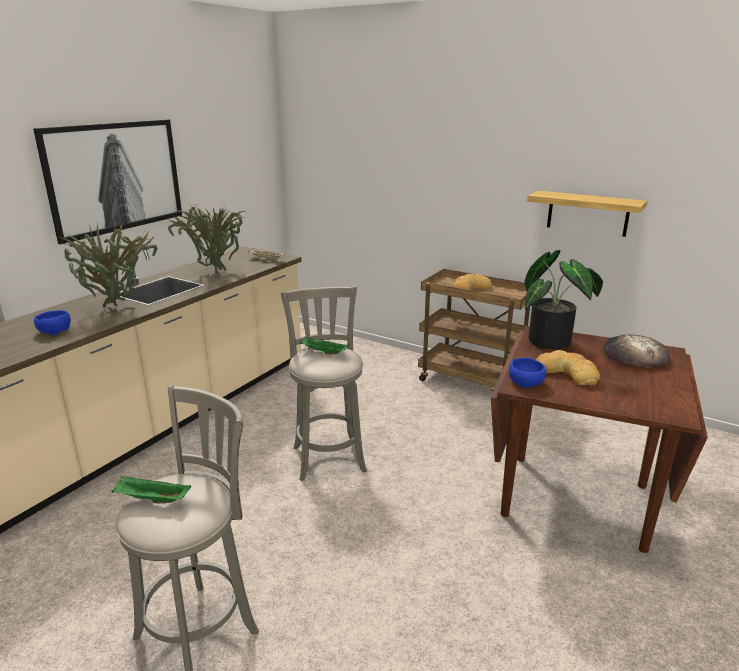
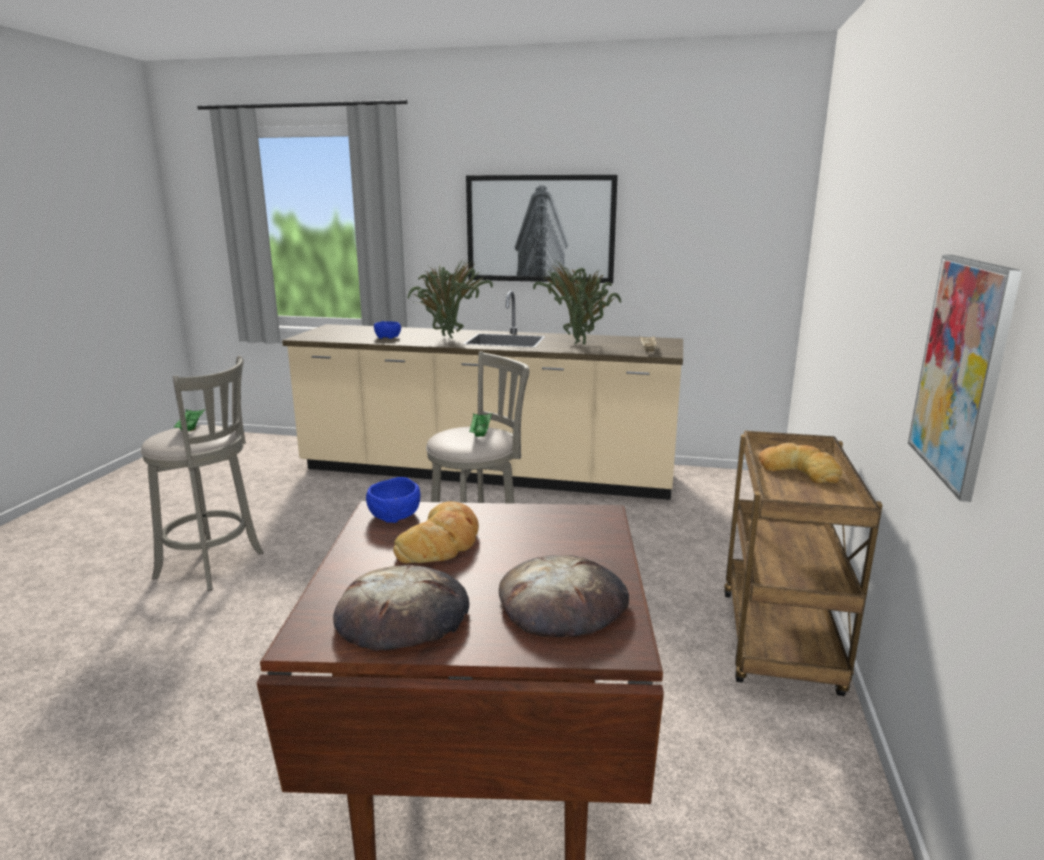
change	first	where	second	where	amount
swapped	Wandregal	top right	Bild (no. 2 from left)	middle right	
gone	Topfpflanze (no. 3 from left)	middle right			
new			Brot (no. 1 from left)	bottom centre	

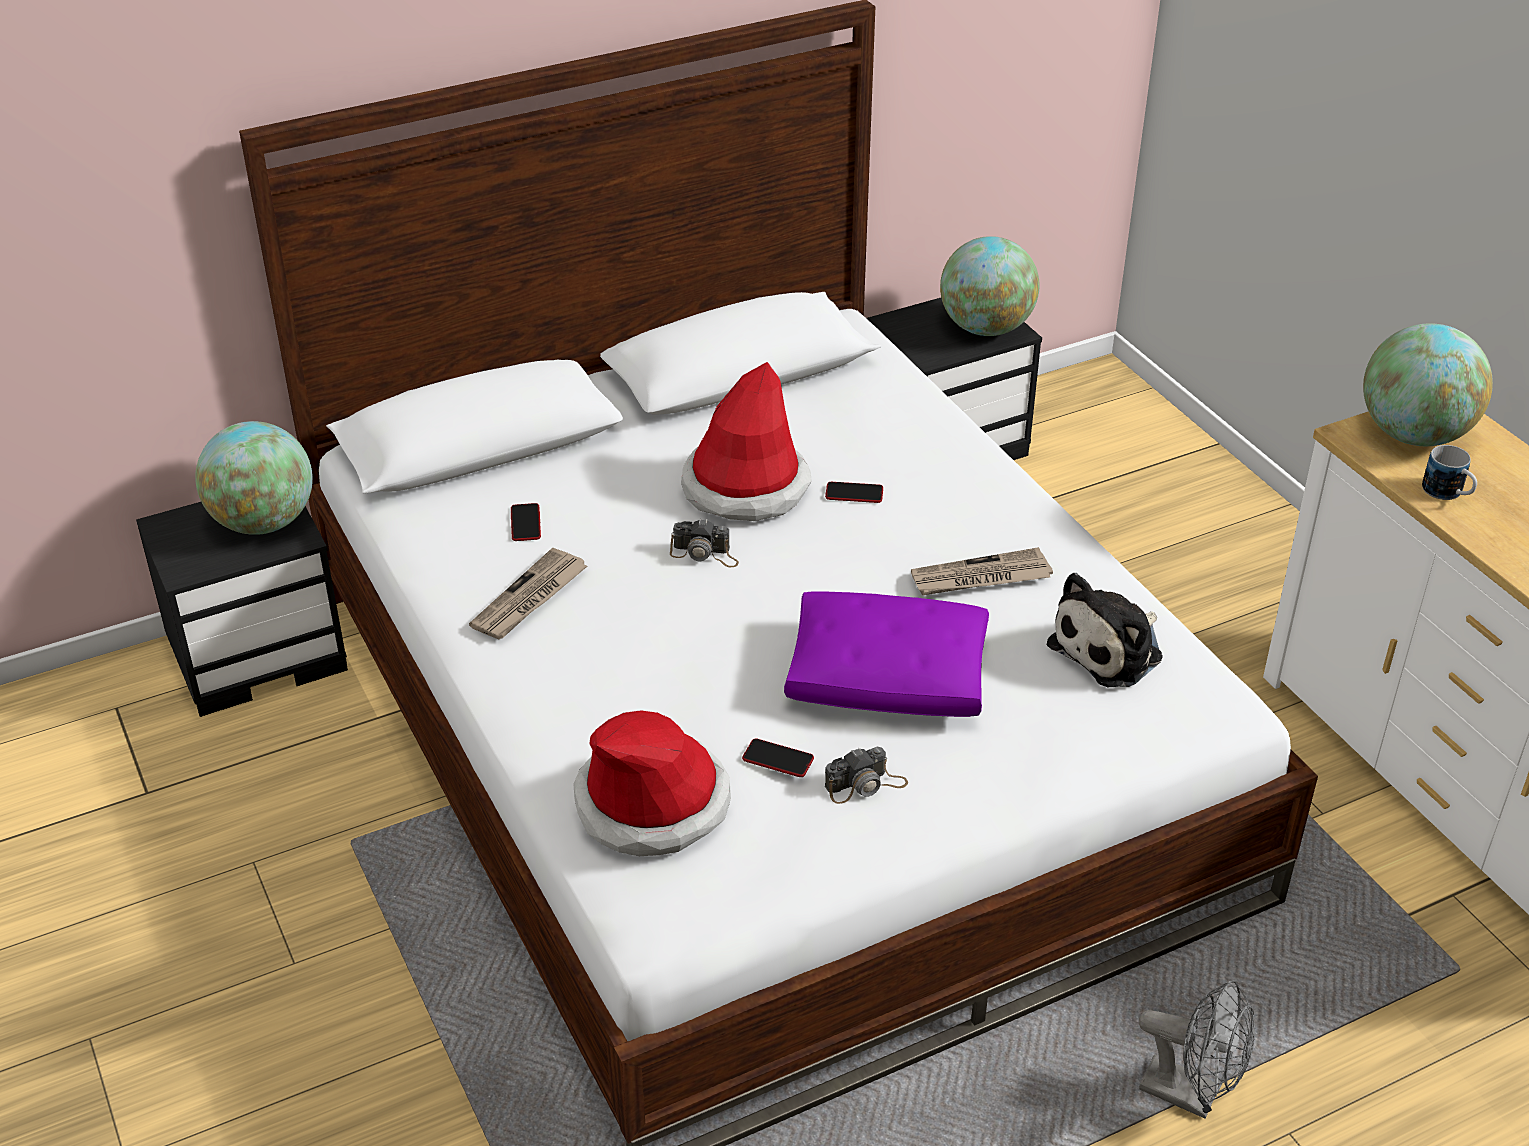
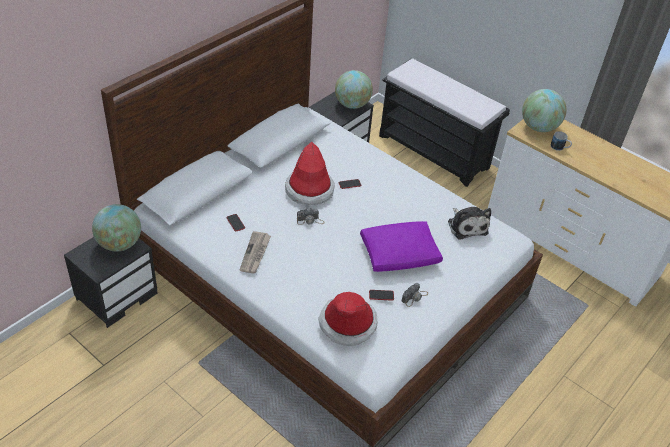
change	first	where	second	where	amount
gone	Zeitung (no. 2 from left)	centre			
rotated	Plüschtier	middle right		middle right	45 degrees counterclockwise
gone	Ventilator (grau)	bottom right			
new			Bank (schwarz)	top centre	

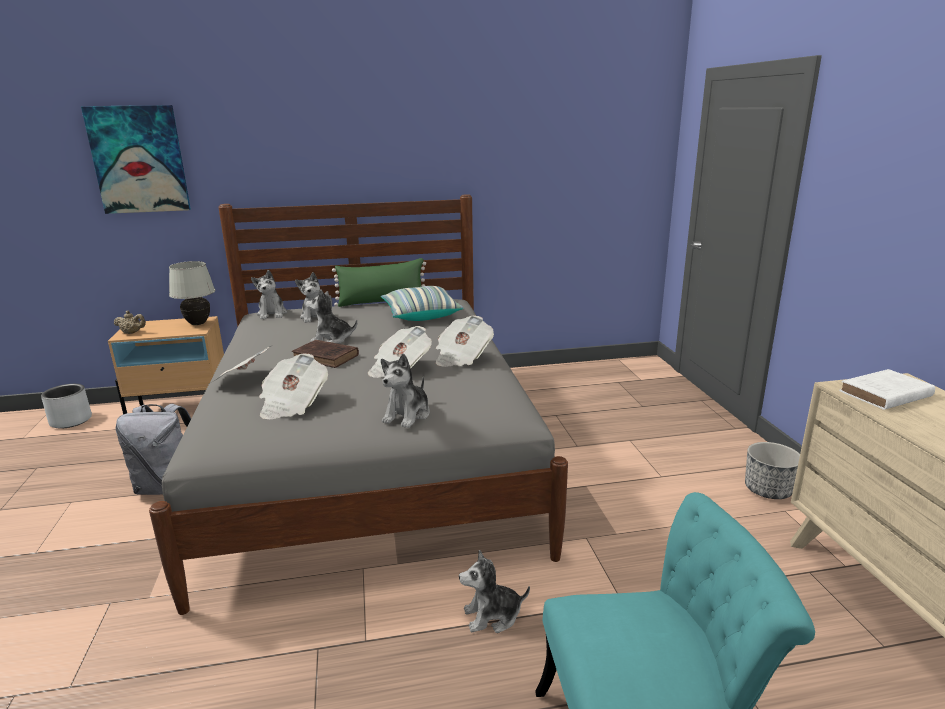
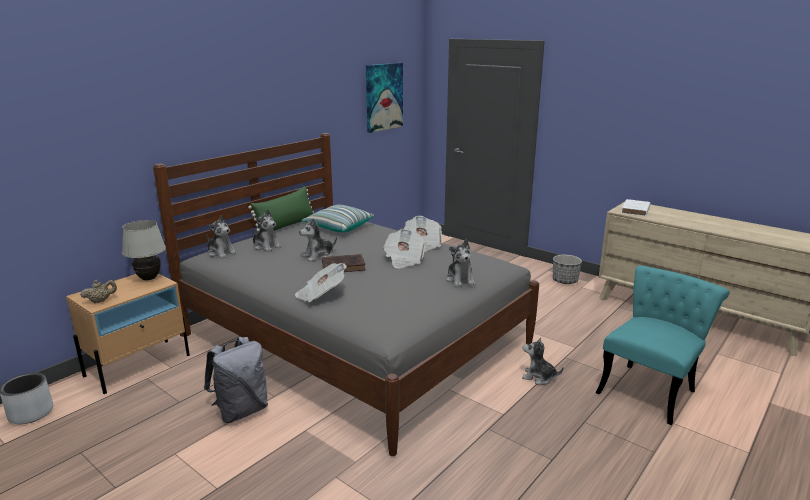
change	first	where	second	where	amount
shifted	Bild	top left		top centre	
gone	Zeitung (no. 2 from left)	middle left			
rotated	Plüschtier (no. 5 from left)	bottom centre		bottom right	75 degrees clockwise

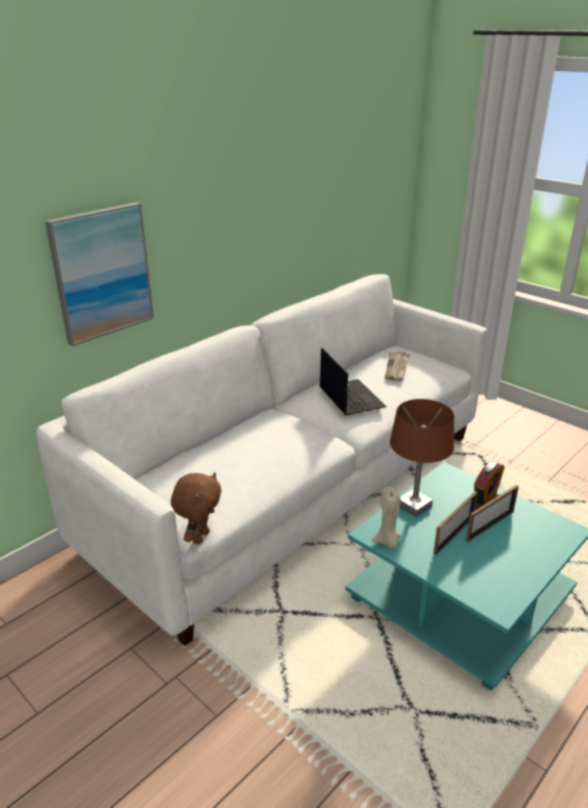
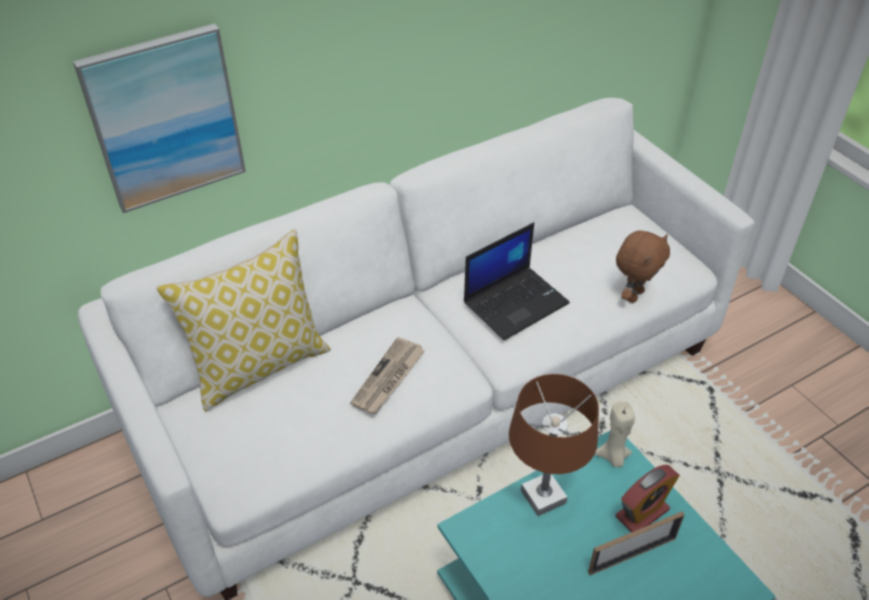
change	first	where	second	where	amount
rotated	Laptop	centre		centre	60 degrees clockwise
shifted	Zeitung	middle right		centre	
shifted	Plüschtier (braun)	centre		middle right	
shifted	Kerze (beige)	centre		bottom right	
gone	Bilderrahmen (no. 1 from left)	middle right			
new			Kissen	middle left	

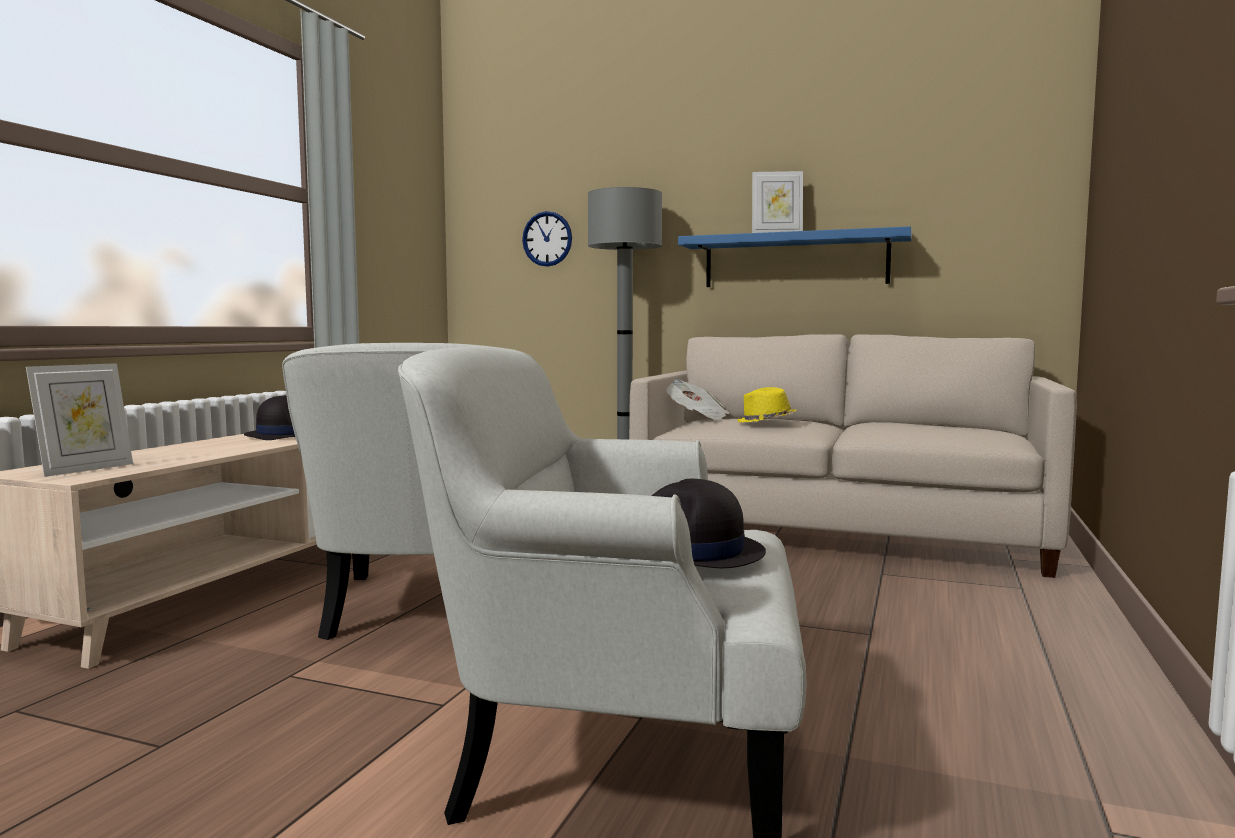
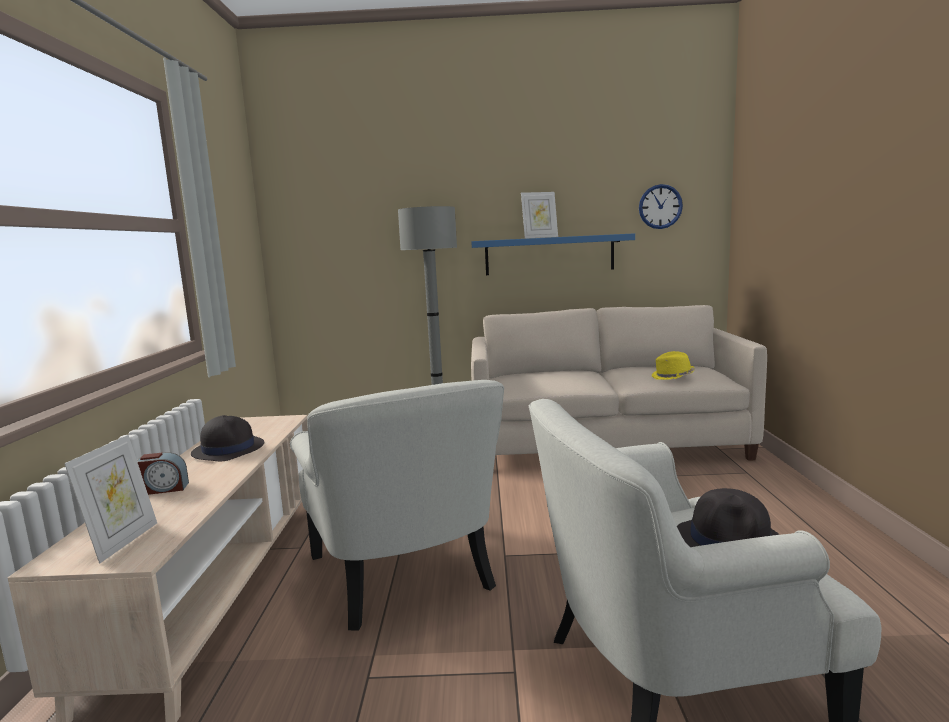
change	first	where	second	where	amount
shifted	Wanduhr	top centre		top right	
gone	Zeitung	centre			
shifted	Hut (gelb)	centre		middle right	
new			Wecker	middle left	

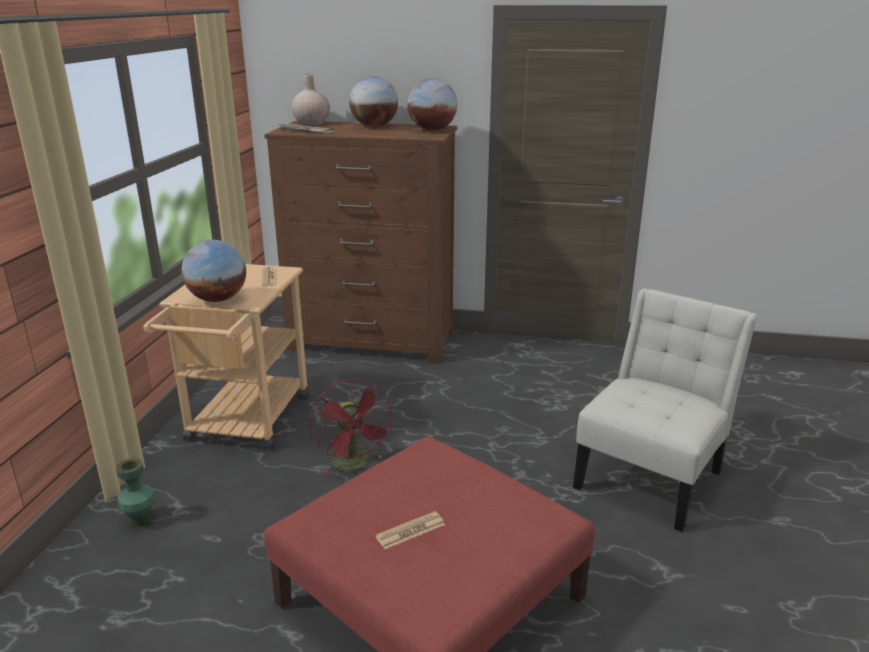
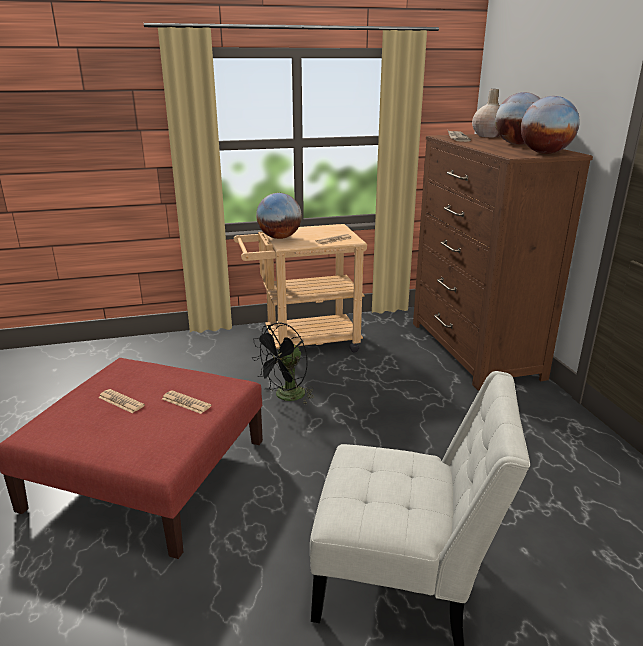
change	first	where	second	where	amount
repainted	Ventilator (rot)	centre	Ventilator (schwarz)	centre	
gone	Vase (grün)	bottom left			
new			Zeitung (no. 2 from left)	middle left	

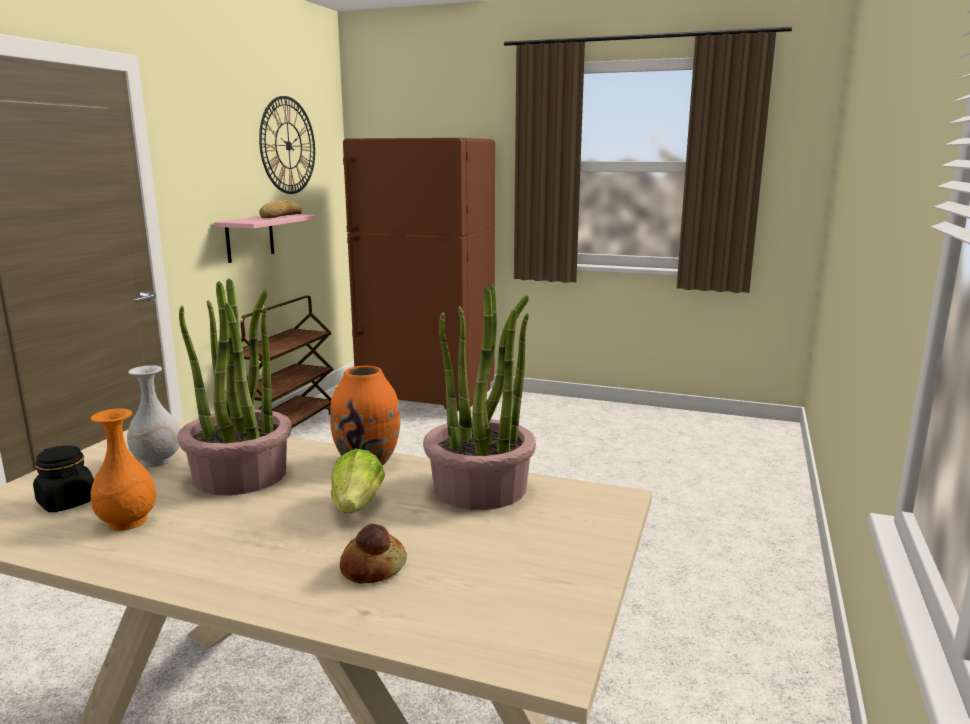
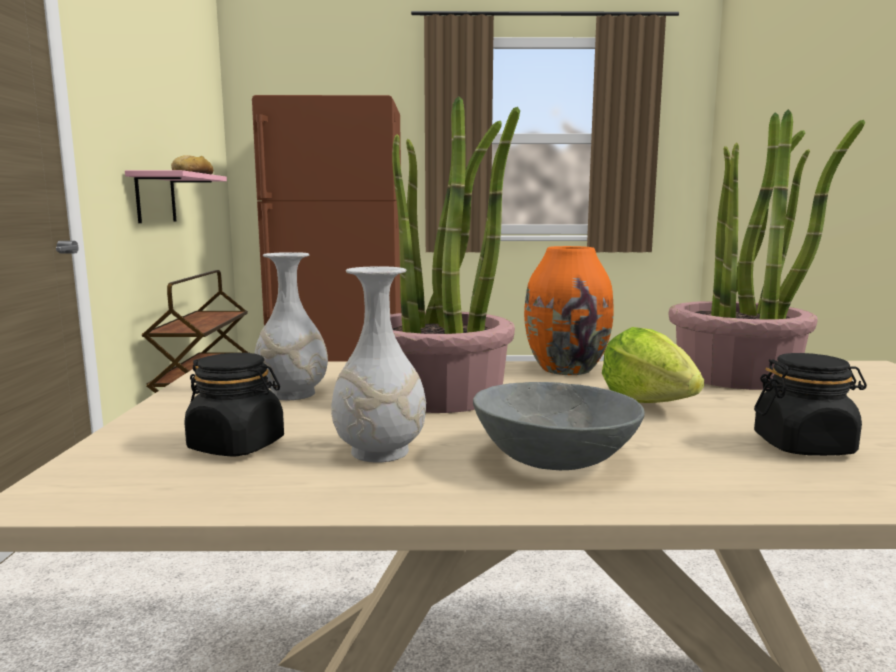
change	first	where	second	where	amount
gone	Wanduhr	top left			
repainted	Vase (orange) (no. 1 from left)	middle left	Vase (weiß) (no. 2 from left)	centre	
swapped	Brot (no. 2 from left)	bottom centre	Vorratsglas (schwarz) (no. 2 from left)	middle right	
new			Schüssel (grau)	centre	

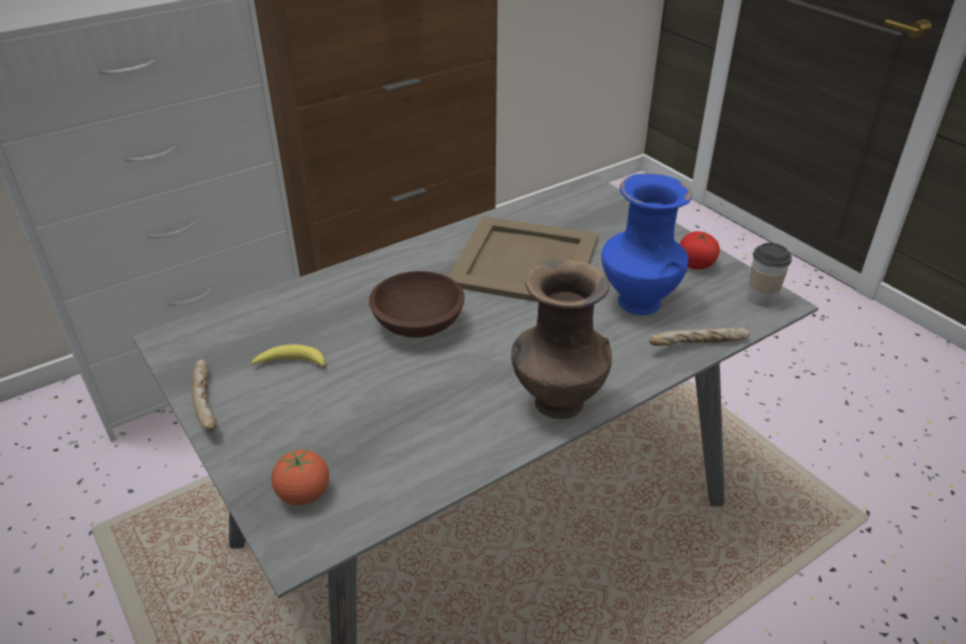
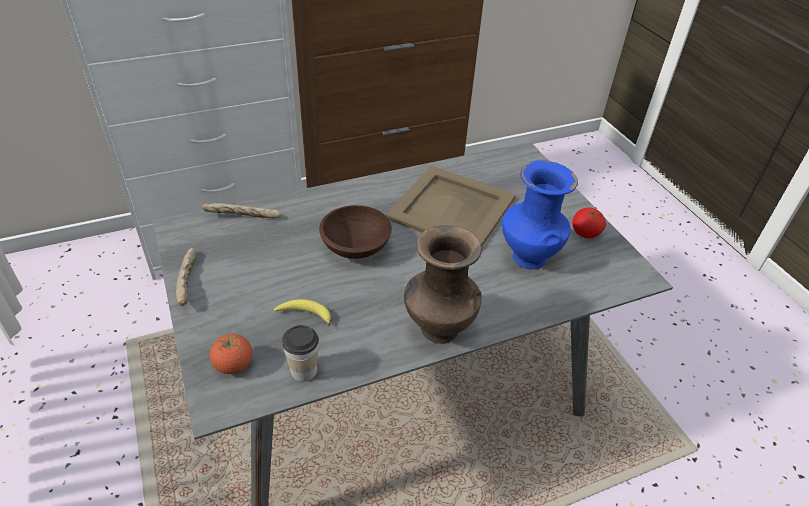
change	first	where	second	where	amount
shifted	Tasse	middle right		bottom centre	
shifted	Brot (no. 2 from left)	middle right		middle left	
shifted	Banane	middle left		centre	

